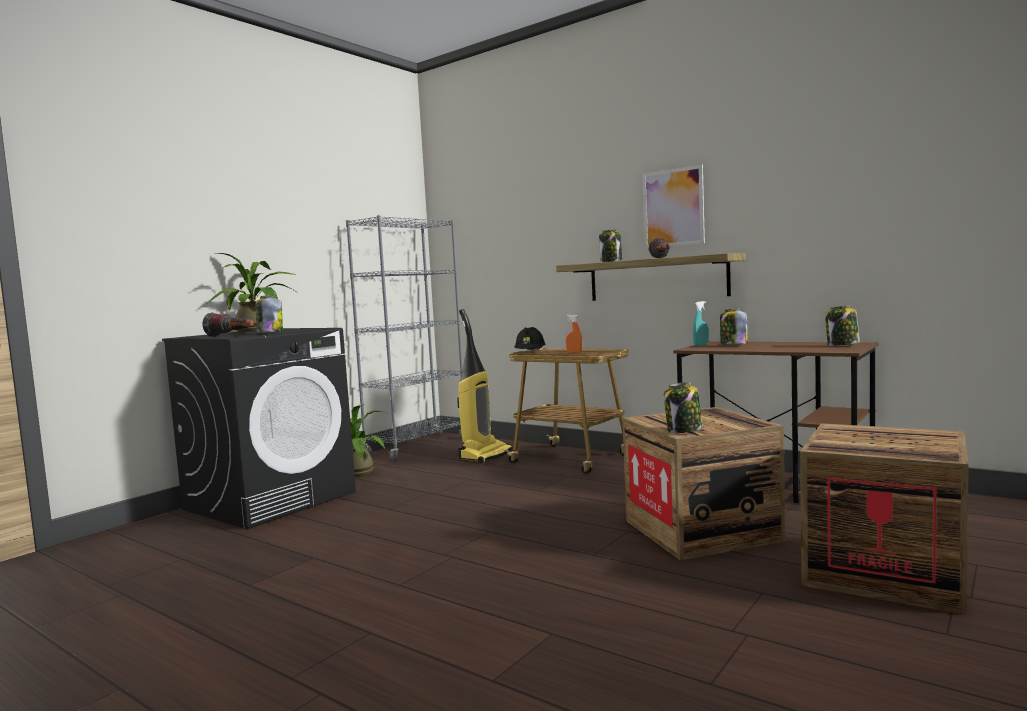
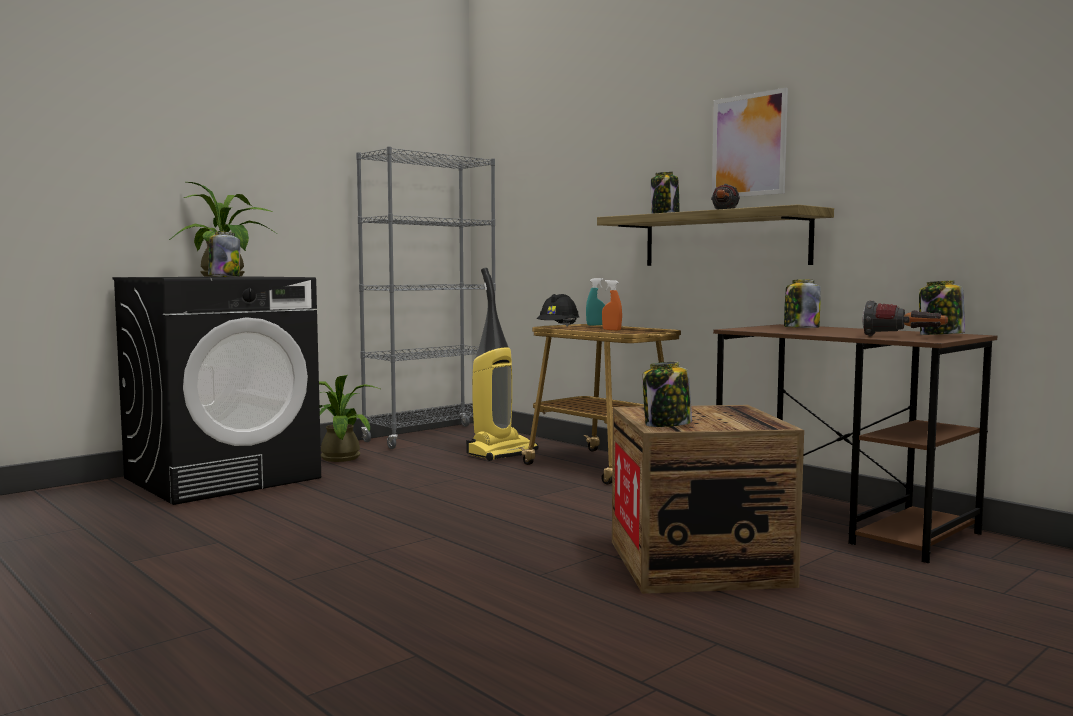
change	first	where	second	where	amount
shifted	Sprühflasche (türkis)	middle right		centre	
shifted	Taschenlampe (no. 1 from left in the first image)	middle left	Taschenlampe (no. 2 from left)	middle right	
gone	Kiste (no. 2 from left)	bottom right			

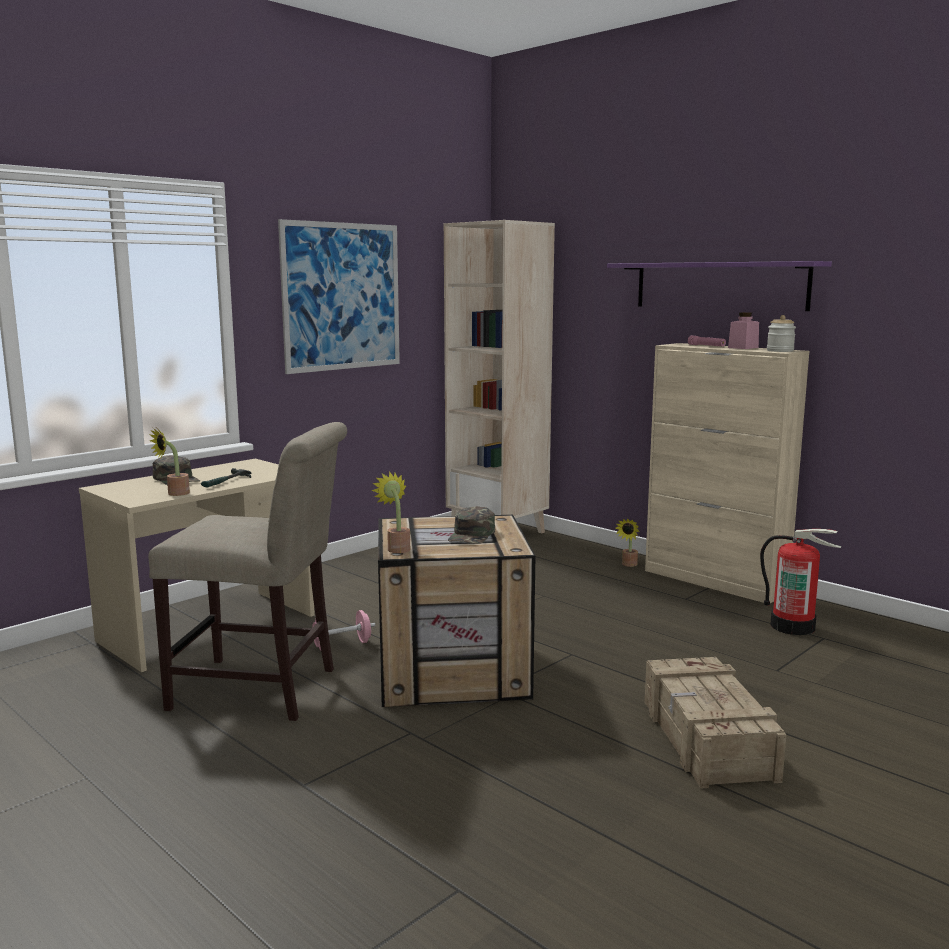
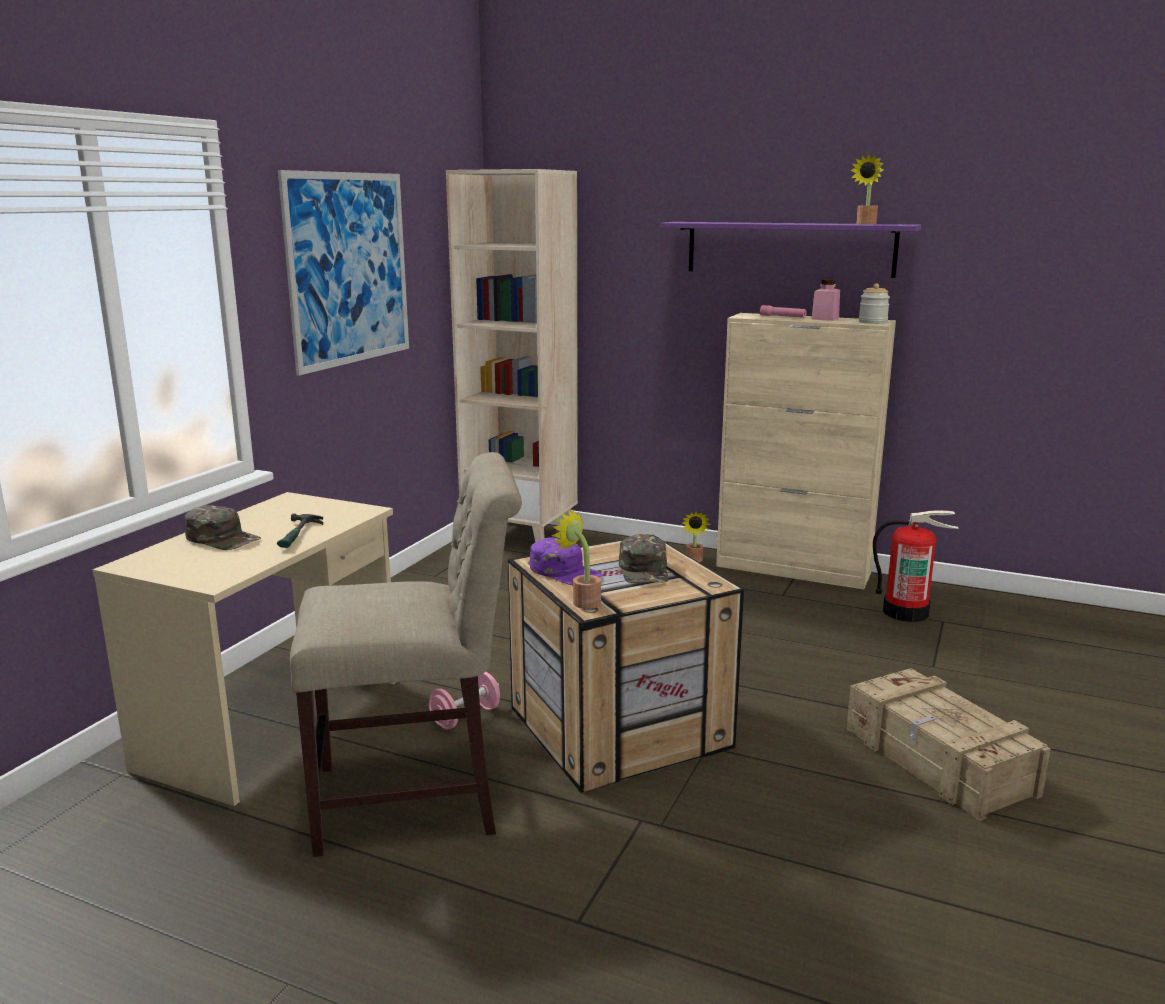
change	first	where	second	where	amount
shifted	Topfpflanze (no. 1 from left in the first image)	middle left	Topfpflanze (no. 3 from left)	top right	
new			Kappe (lila)	centre	

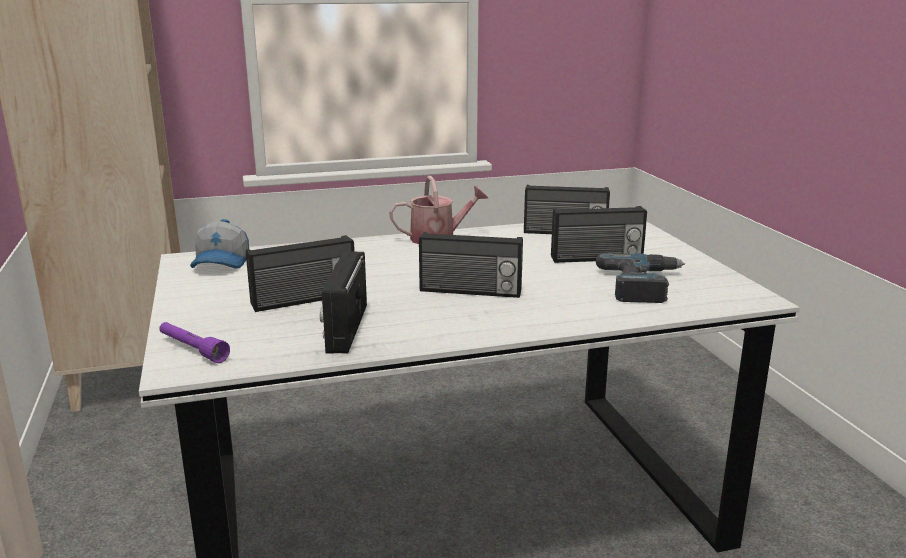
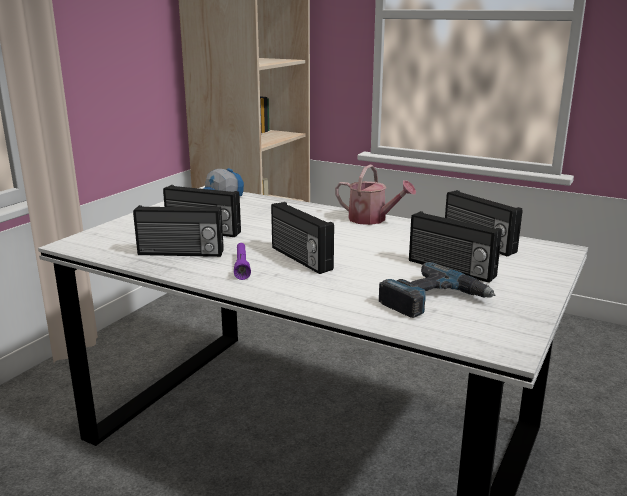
change	first	where	second	where	amount
rotated	Radio (no. 2 from left in the first image)	centre	Radio (no. 1 from left)	middle left	135 degrees counterclockwise
shifted	Taschenlampe (lila)	middle left		centre	

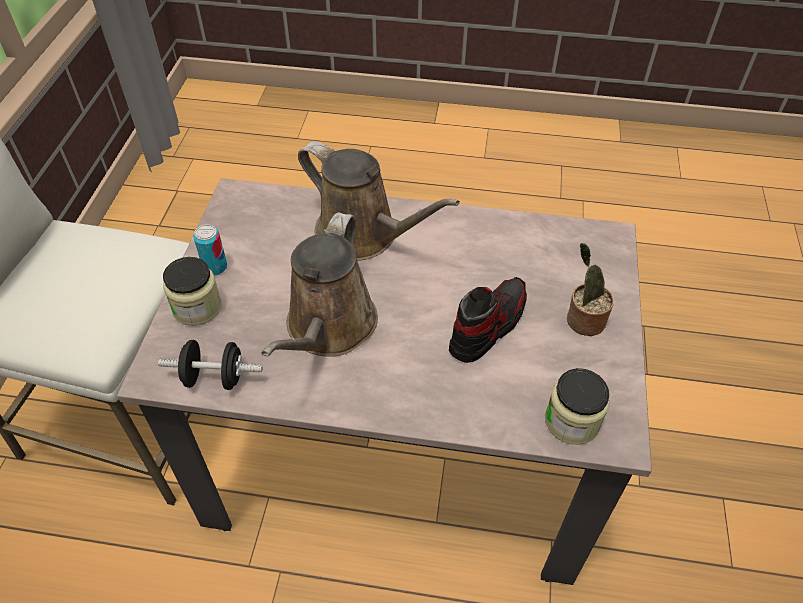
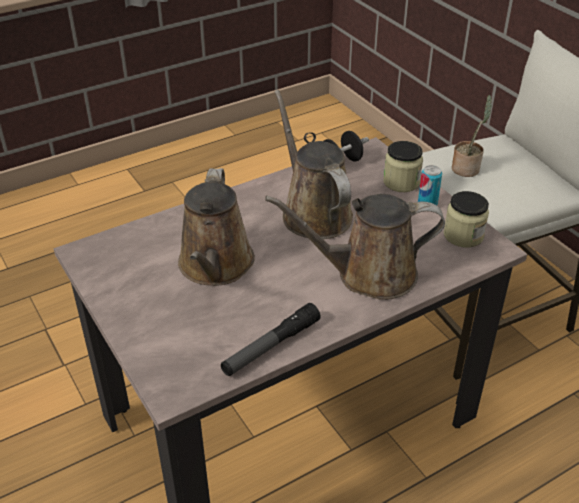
change	first	where	second	where	amount
shifted	Topfpflanze	middle right		top right	
swapped	Schuh	centre	Gießkanne (braun) (no. 1 from left)	centre	
shifted	Vorratsglas (no. 2 from left)	bottom right		middle right	
new			Taschenlampe	bottom centre	

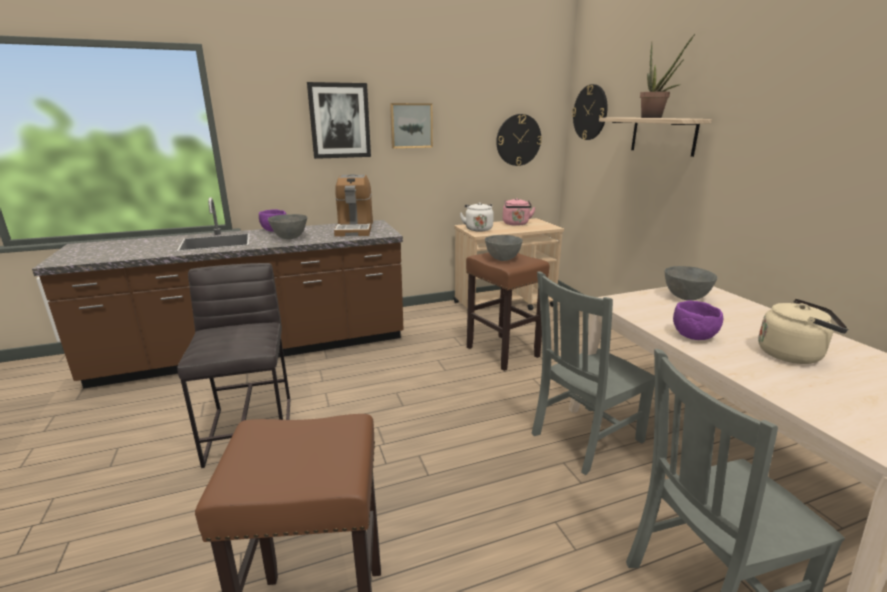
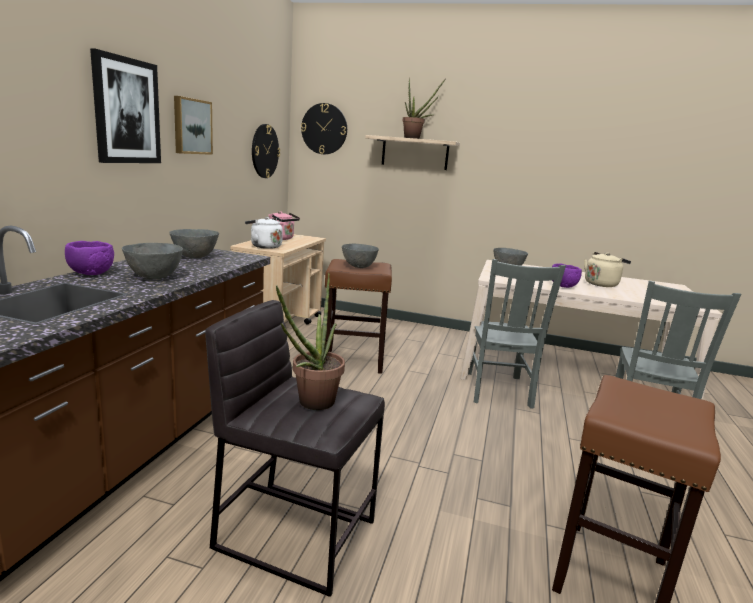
change	first	where	second	where	amount
swapped	Kaffeemaschine	centre	Schüssel (grau) (no. 2 from left)	middle left	
new			Topfpflanze (no. 1 from left)	centre	

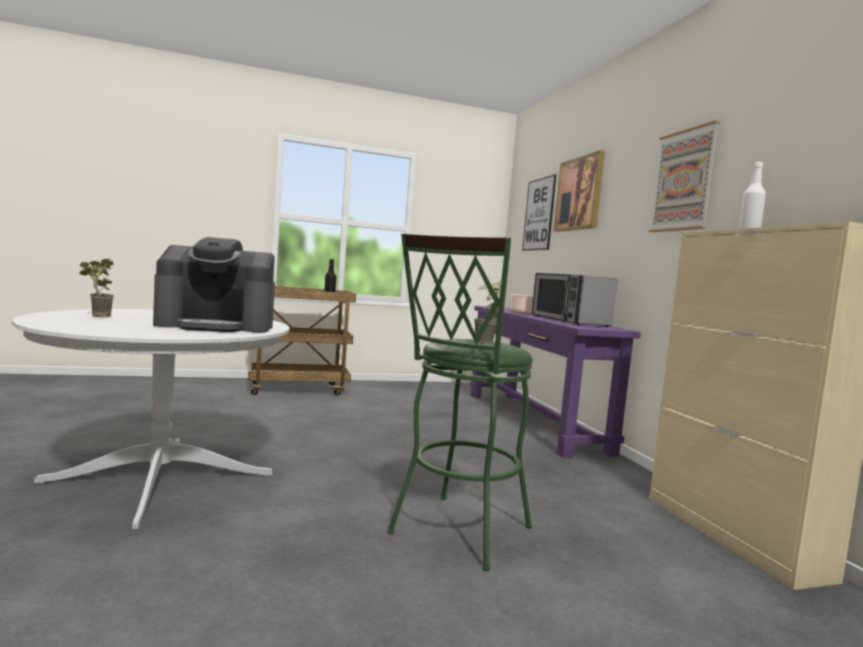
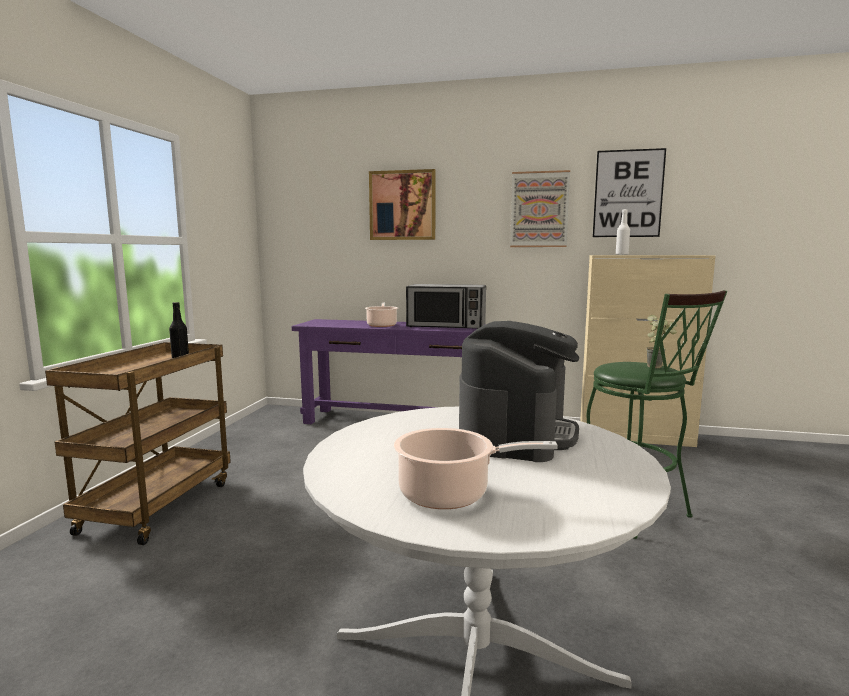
change	first	where	second	where	amount
shifted	Bild (no. 1 from left in the first image)	top centre	Bild (no. 3 from left)	top right	
swapped	Topfpflanze (no. 1 from left)	middle left	Kochtopf (no. 2 from left)	bottom centre	

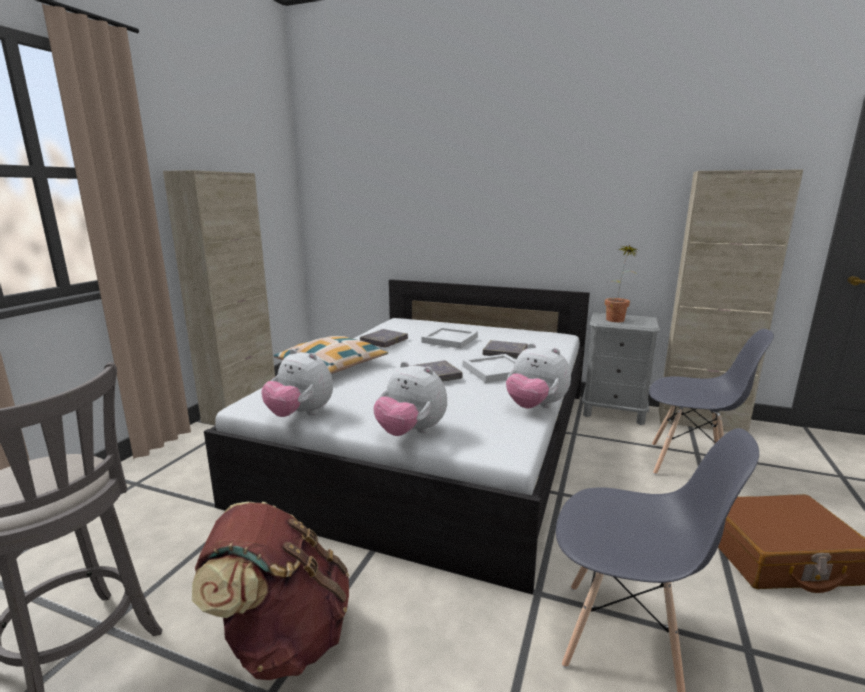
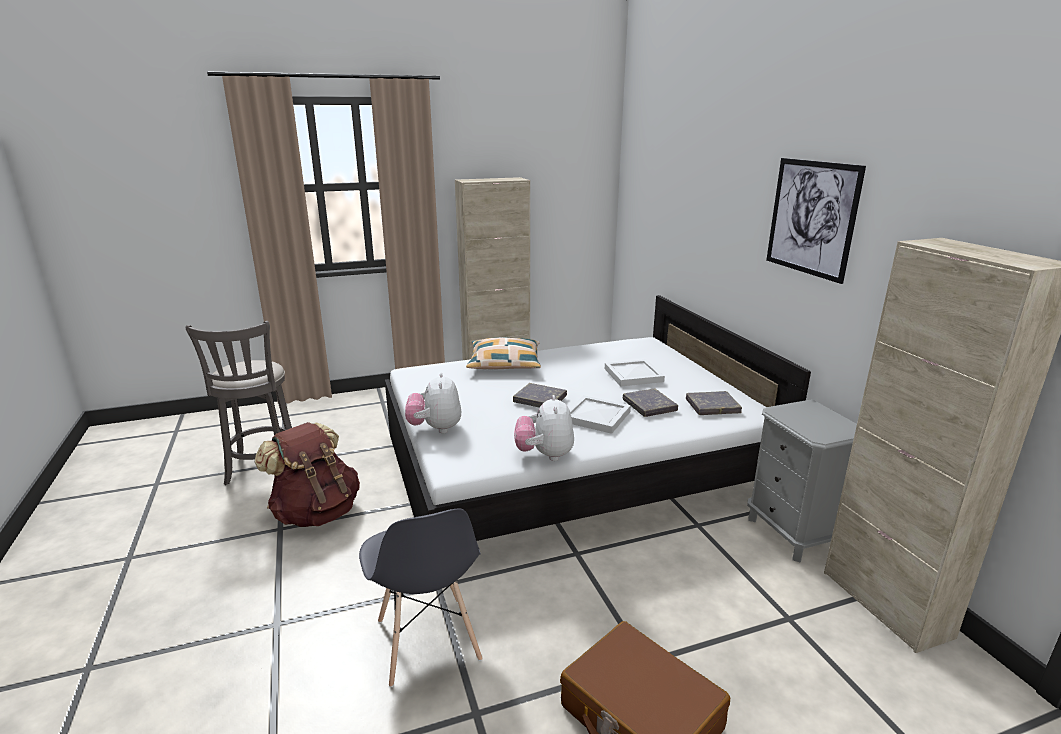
change	first	where	second	where	amount
gone	Topfpflanze	middle right			
shifted	Buch (grau) (no. 1 from left in the first image)	centre	Buch (grau) (no. 3 from left)	middle right	
gone	Stuhl (grau) (no. 2 from left)	middle right			
gone	Plüschtier (no. 1 from left)	centre			
new			Bild	top right	

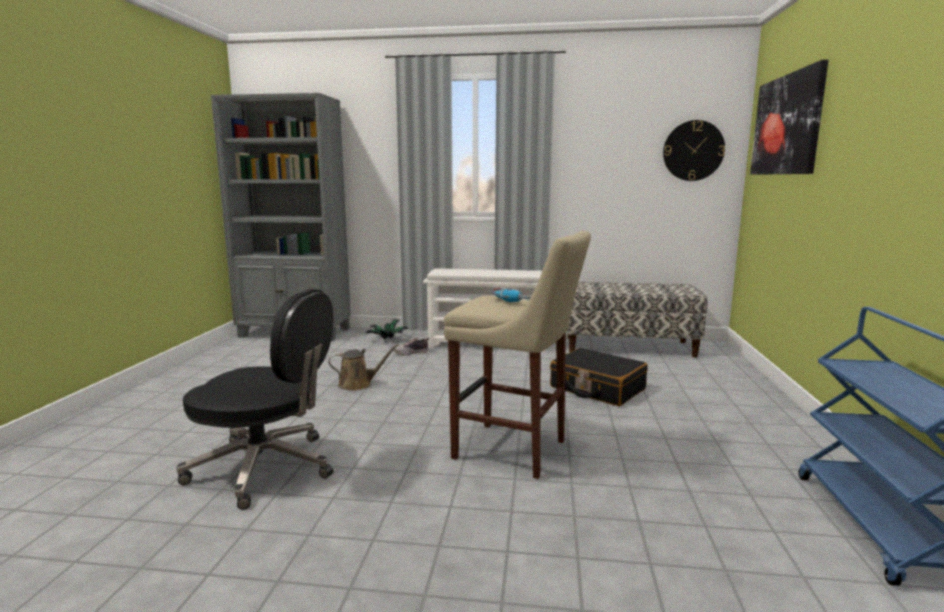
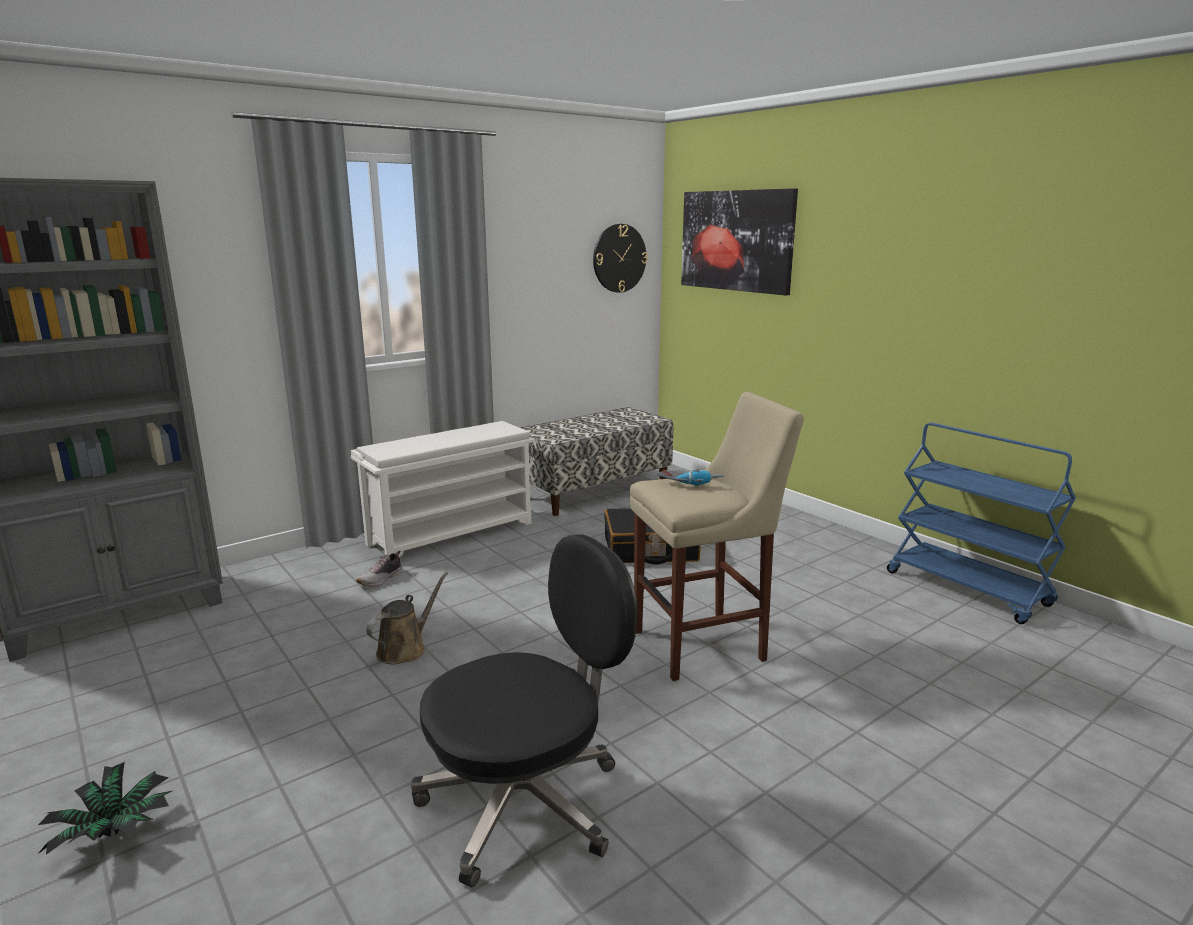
change	first	where	second	where	amount
shifted	Topfpflanze	centre		bottom left	

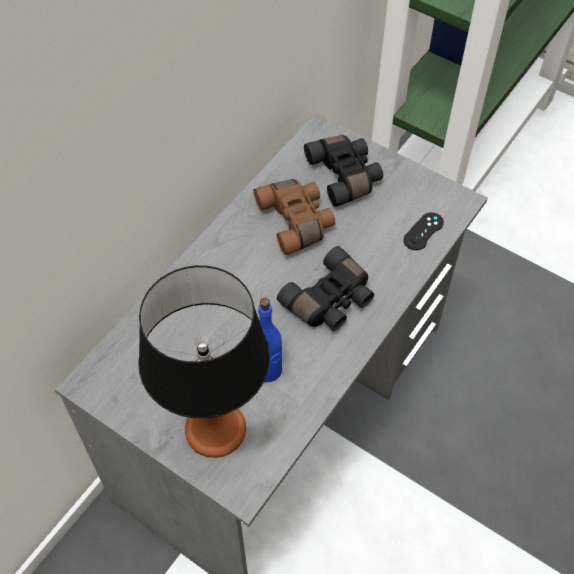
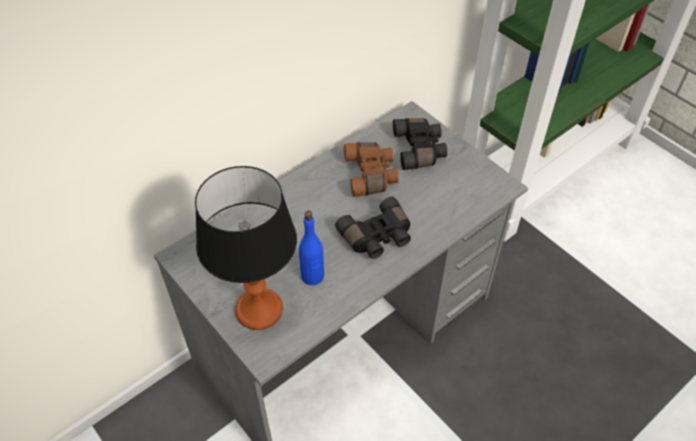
change	first	where	second	where	amount
gone	Gamepad (schwarz)	middle right			

